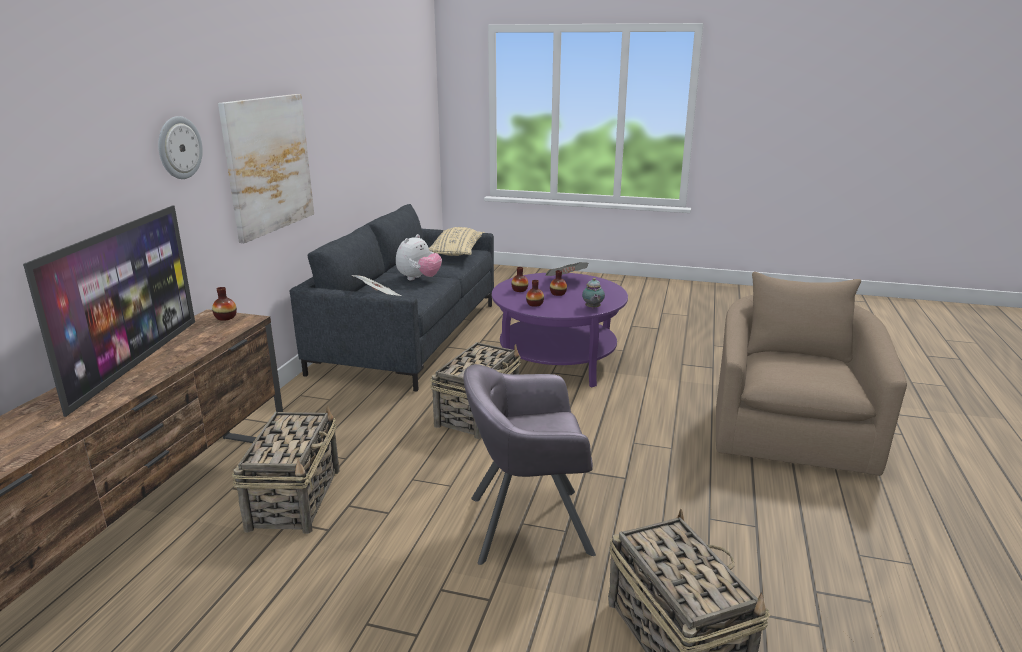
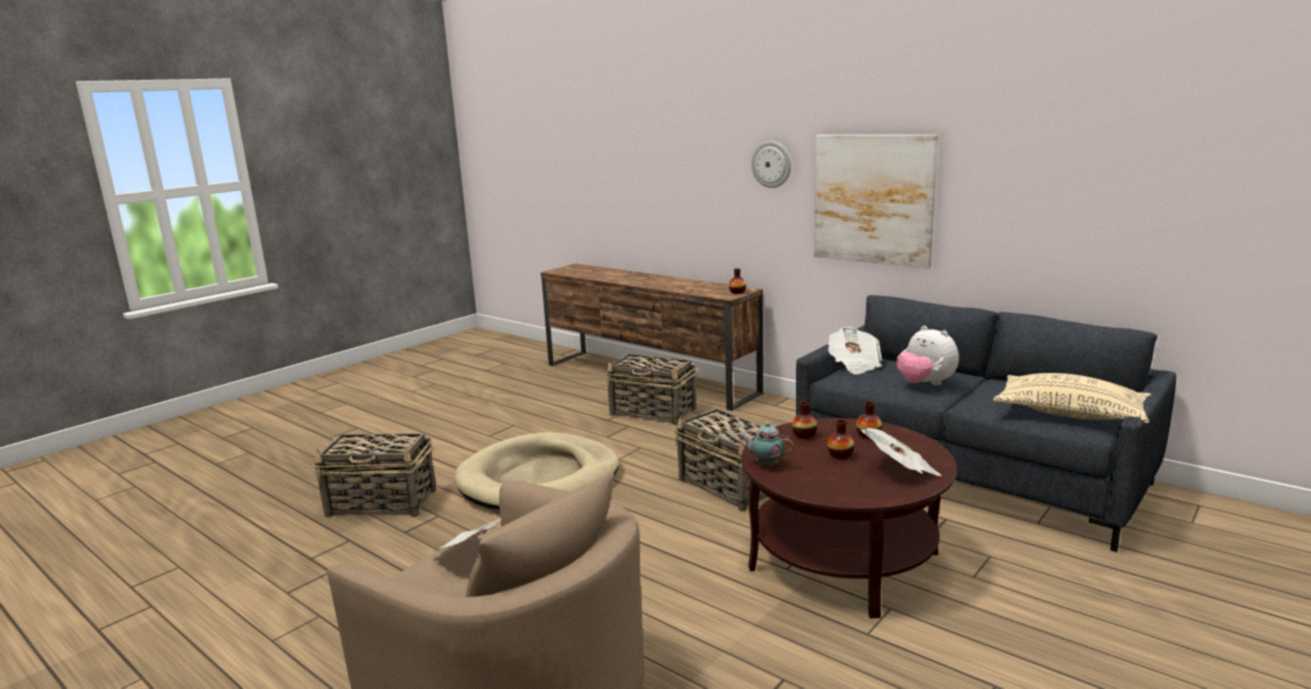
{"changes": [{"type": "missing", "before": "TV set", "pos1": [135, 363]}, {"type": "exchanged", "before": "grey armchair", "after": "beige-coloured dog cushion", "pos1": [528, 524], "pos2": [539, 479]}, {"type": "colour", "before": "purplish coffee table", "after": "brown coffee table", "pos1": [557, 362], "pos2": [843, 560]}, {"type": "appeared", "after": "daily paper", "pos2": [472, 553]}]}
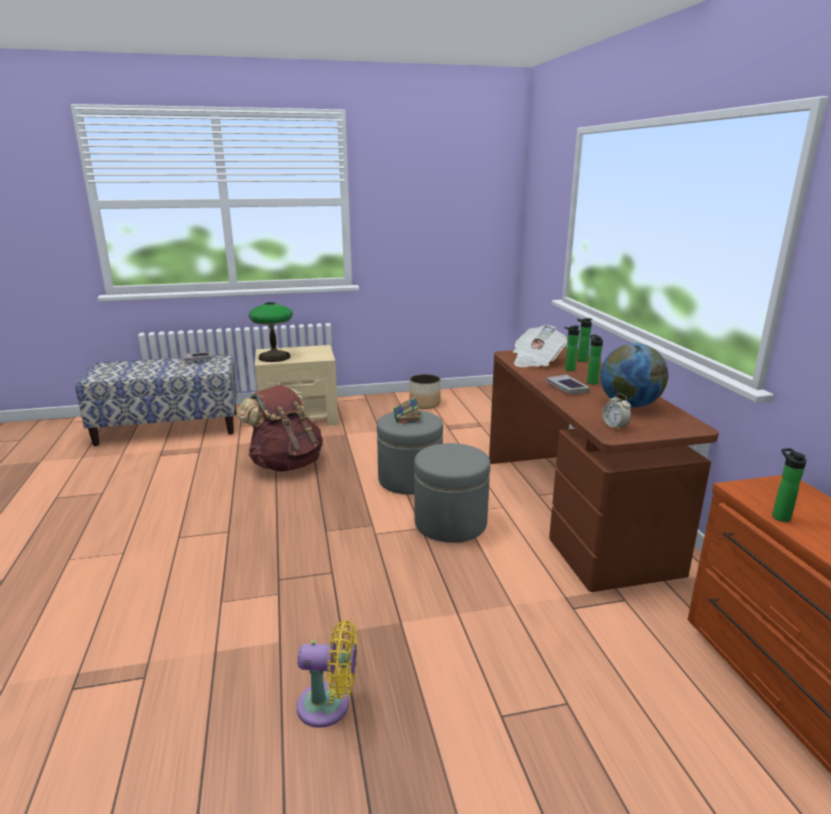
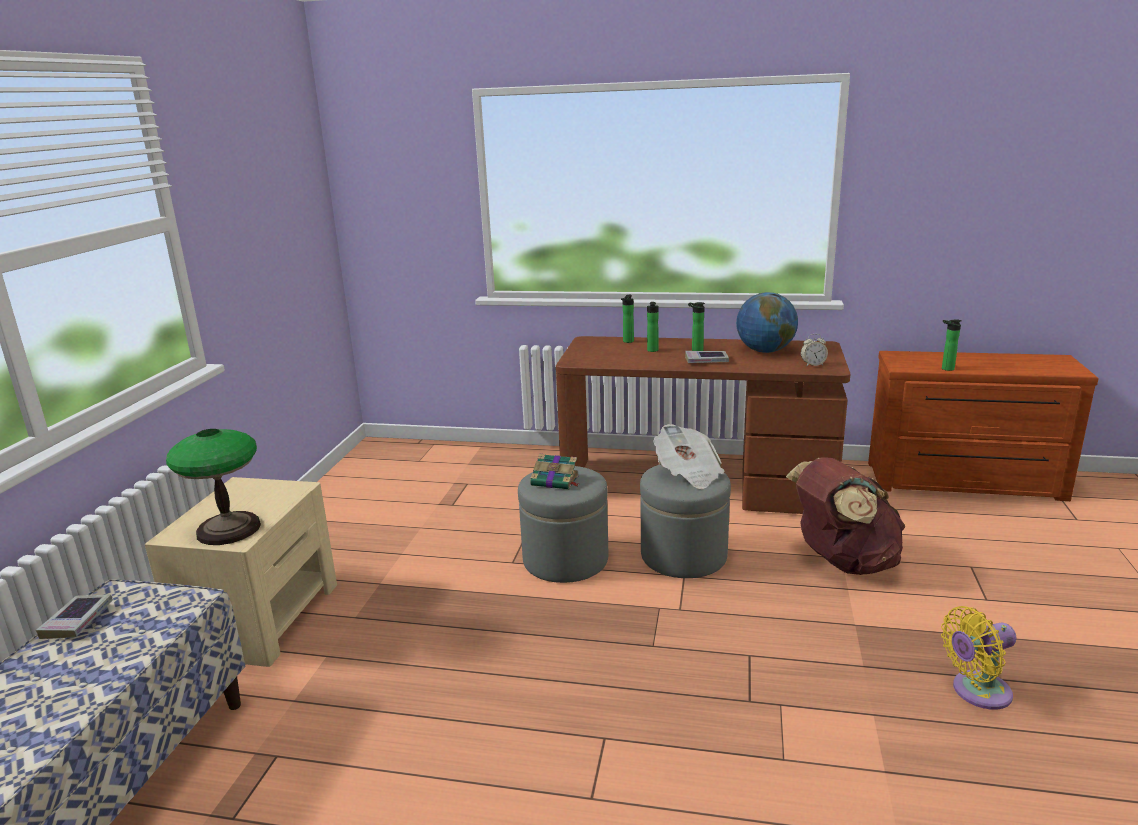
{"changes": [{"type": "relocated", "before": "brown rucksack", "pos1": [286, 464], "pos2": [842, 562]}, {"type": "spun", "before": "yellow cooling fan", "pos1": [329, 705], "pos2": [976, 692], "turn": -135}, {"type": "missing", "before": "planter", "pos1": [425, 404]}, {"type": "relocated", "before": "daily paper", "pos1": [536, 361], "pos2": [688, 473]}]}
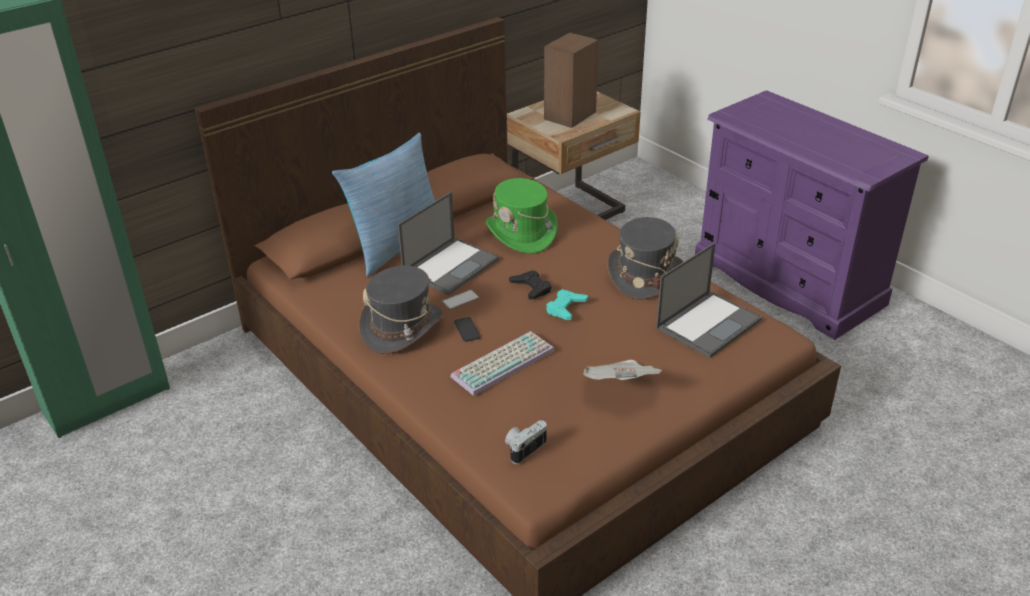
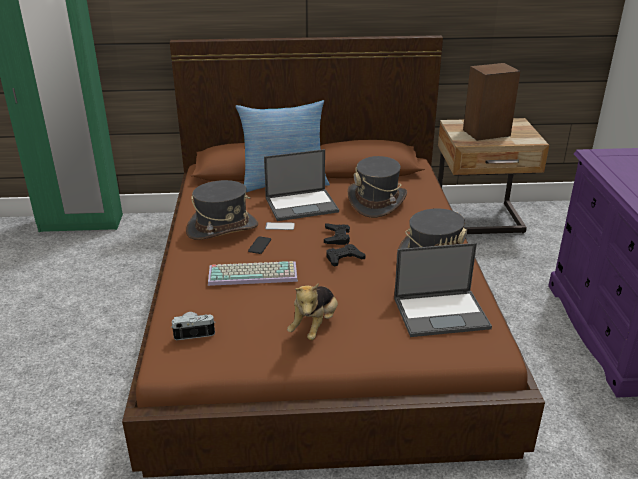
{"changes": [{"type": "colour", "before": "green wearable hat", "after": "grey wearable hat", "pos1": [521, 233], "pos2": [377, 202]}, {"type": "colour", "before": "turquoise joypad", "after": "black-coloured joypad", "pos1": [565, 308], "pos2": [344, 258]}, {"type": "exchanged", "before": "daily paper", "after": "cuddly toy", "pos1": [621, 387], "pos2": [315, 326]}]}
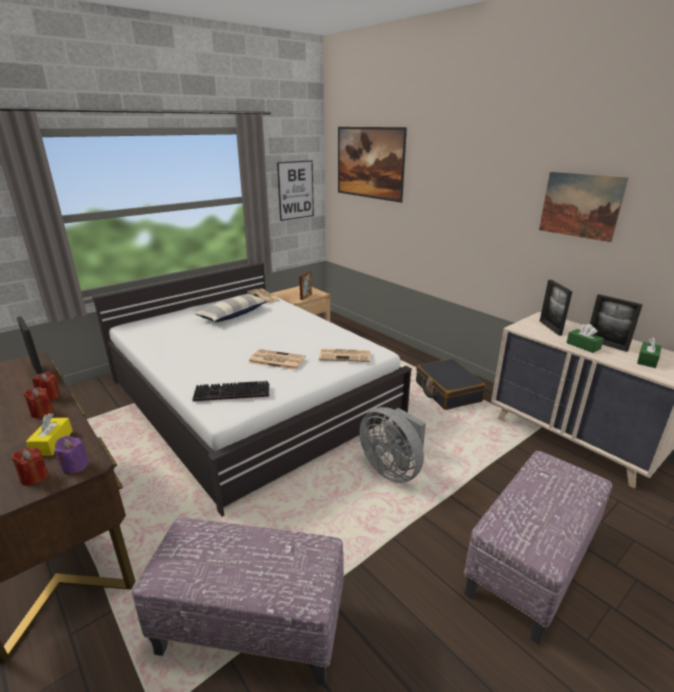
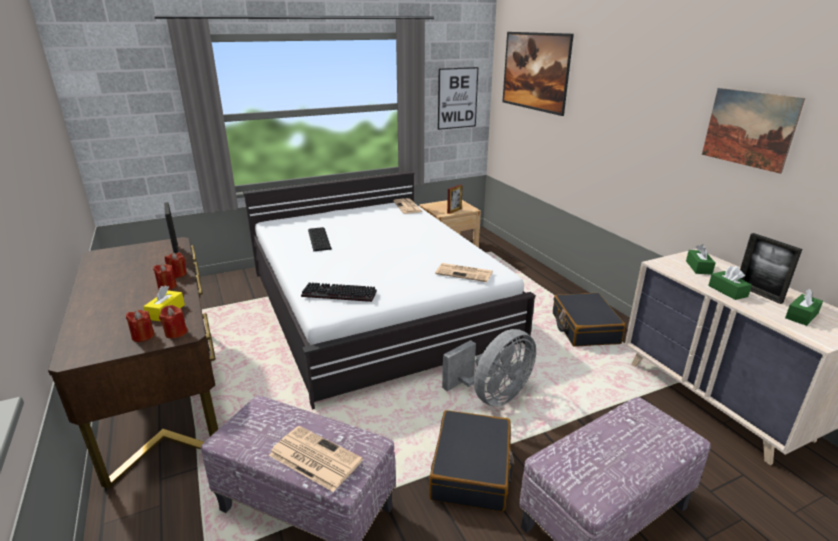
{"changes": [{"type": "colour", "before": "purplish wax light", "after": "reddish wax light", "pos1": [75, 466], "pos2": [176, 333]}, {"type": "missing", "before": "cushion", "pos1": [233, 314]}, {"type": "relocated", "before": "daily paper", "pos1": [276, 360], "pos2": [313, 458]}, {"type": "spun", "before": "grey cooling fan", "pos1": [392, 469], "pos2": [493, 396], "turn": -105}, {"type": "exchanged", "before": "photo frame", "after": "green tissue holder", "pos1": [550, 328], "pos2": [698, 267]}, {"type": "appeared", "after": "keyboard", "pos2": [320, 239]}, {"type": "appeared", "after": "black-coloured travel case", "pos2": [472, 470]}]}
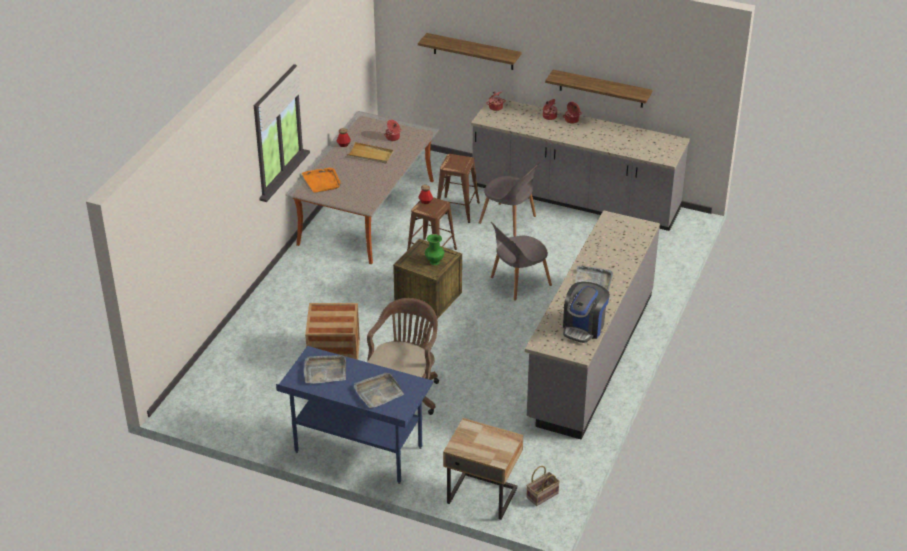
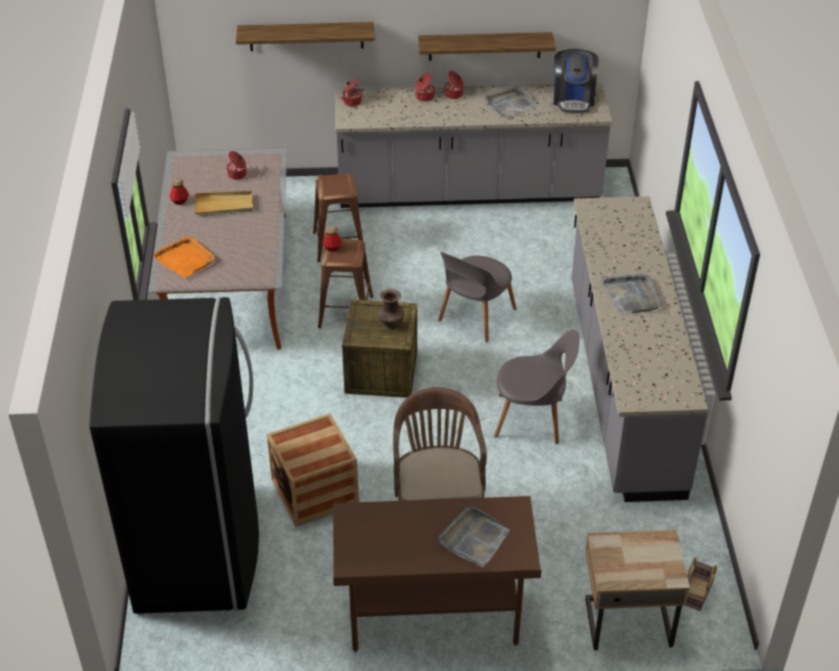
{"changes": [{"type": "colour", "before": "bluish desk table", "after": "brown desk table", "pos1": [358, 450], "pos2": [433, 617]}, {"type": "relocated", "before": "grey tray", "pos1": [325, 371], "pos2": [510, 104]}, {"type": "colour", "before": "green decorative vase", "after": "brown decorative vase", "pos1": [434, 262], "pos2": [391, 326]}, {"type": "relocated", "before": "grey upright chair", "pos1": [509, 221], "pos2": [532, 419]}, {"type": "relocated", "before": "coffee machine", "pos1": [584, 327], "pos2": [573, 99]}, {"type": "appeared", "after": "black-coloured kitchen fridge", "pos2": [198, 547]}]}
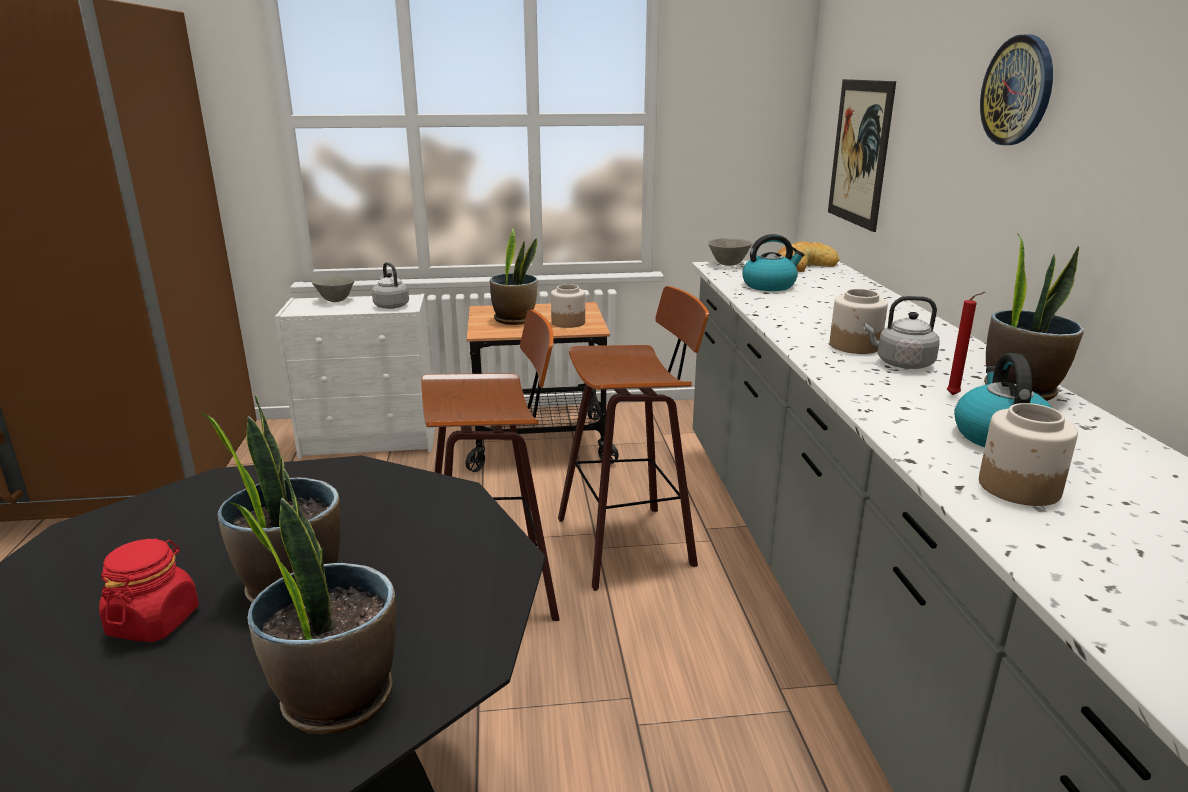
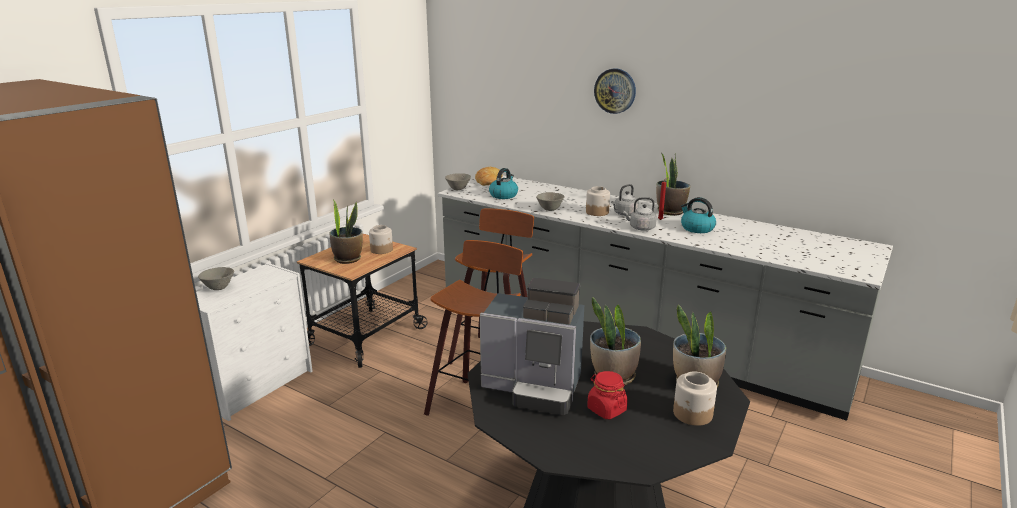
{"changes": [{"type": "relocated", "before": "grey water kettle", "pos1": [390, 306], "pos2": [640, 228]}, {"type": "missing", "before": "wall picture", "pos1": [860, 153]}, {"type": "relocated", "before": "preserve jar", "pos1": [1018, 488], "pos2": [692, 414]}, {"type": "appeared", "after": "coffee machine", "pos2": [534, 387]}, {"type": "appeared", "after": "grey deep dish", "pos2": [549, 210]}]}
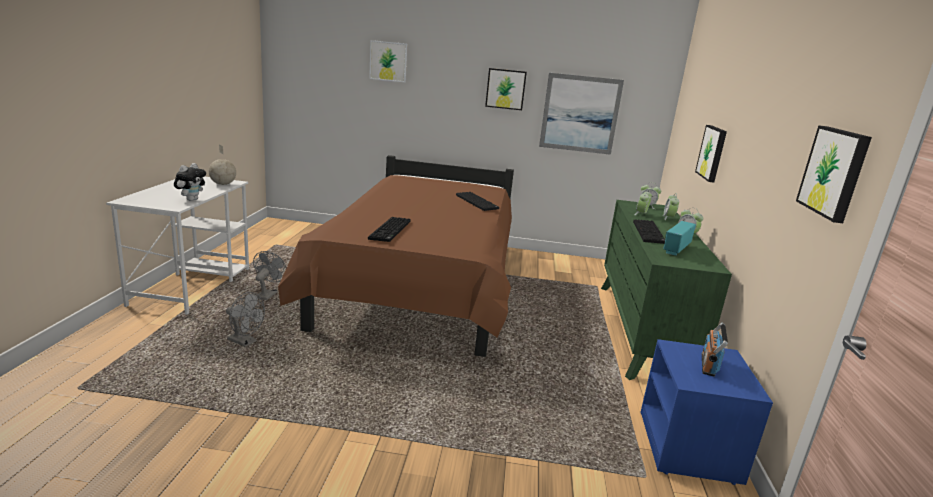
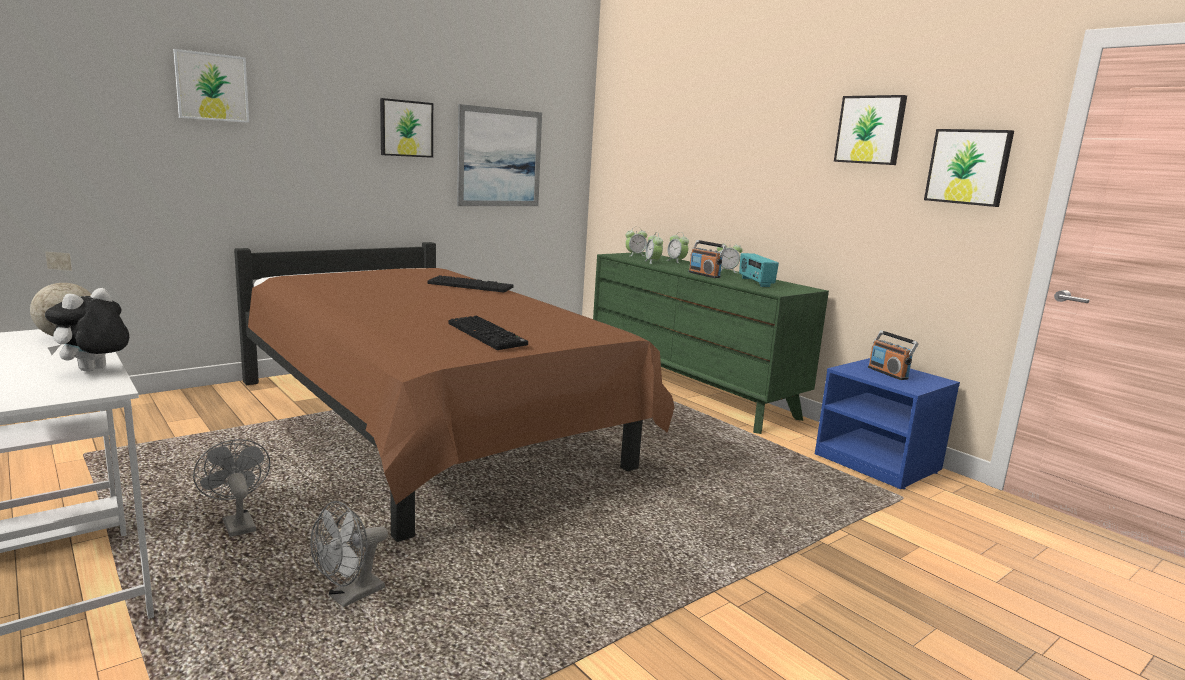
{"changes": [{"type": "spun", "before": "cuddly toy", "pos1": [191, 199], "pos2": [94, 371], "turn": -135}, {"type": "spun", "before": "grey cooling fan", "pos1": [245, 342], "pos2": [349, 597], "turn": 150}, {"type": "exchanged", "before": "keyboard", "after": "radio receiver", "pos1": [649, 233], "pos2": [704, 275]}, {"type": "relocated", "before": "wall picture", "pos1": [712, 153], "pos2": [870, 130]}]}
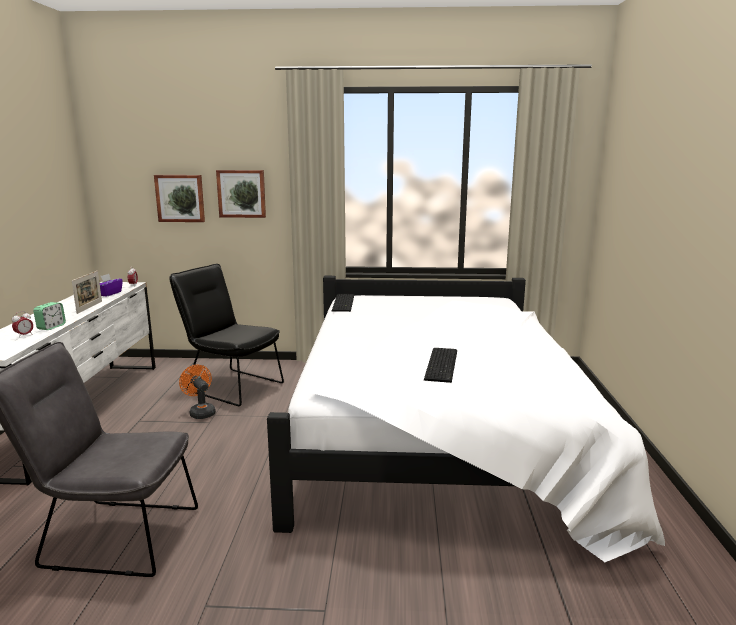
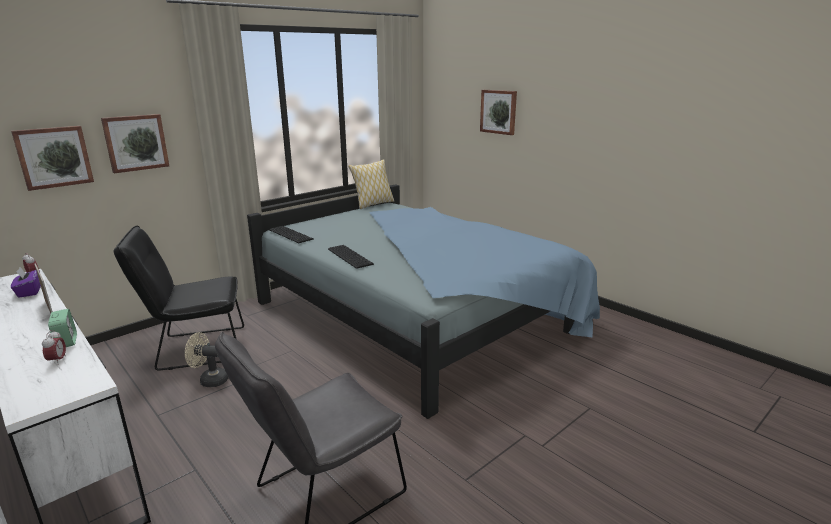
{"changes": [{"type": "colour", "before": "orange-coloured cooling fan", "after": "beige-coloured cooling fan", "pos1": [200, 412], "pos2": [209, 380]}, {"type": "colour", "before": "white-coloured bed", "after": "bluish bed", "pos1": [439, 436], "pos2": [420, 315]}, {"type": "relocated", "before": "keyboard", "pos1": [443, 364], "pos2": [350, 256]}, {"type": "appeared", "after": "cushion", "pos2": [373, 204]}, {"type": "appeared", "after": "wall picture", "pos2": [498, 111]}]}
